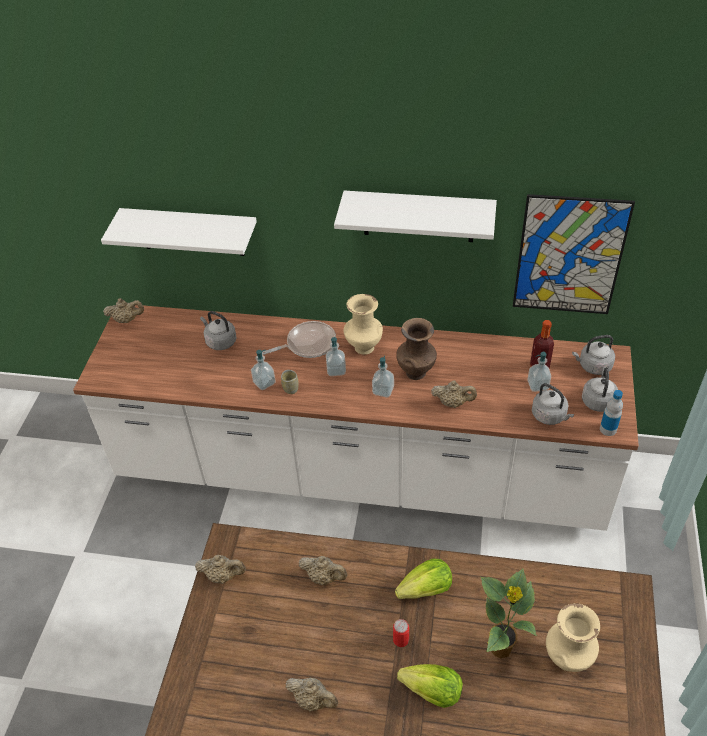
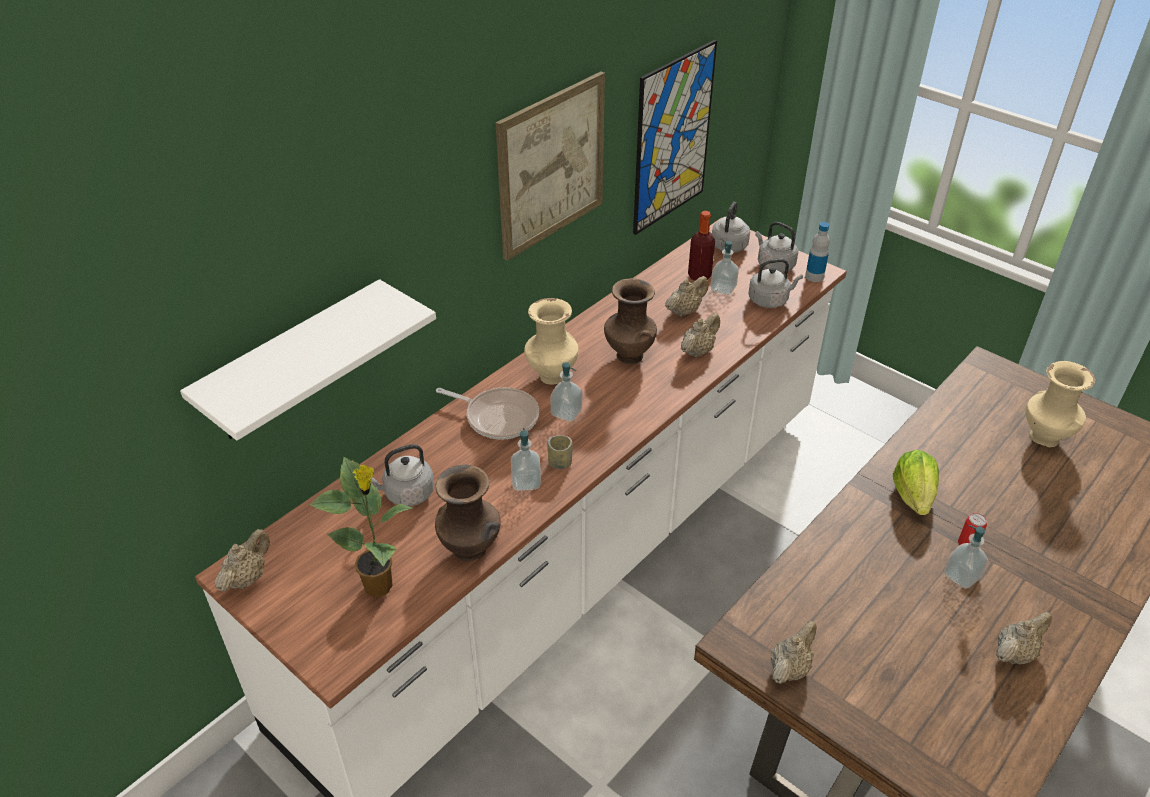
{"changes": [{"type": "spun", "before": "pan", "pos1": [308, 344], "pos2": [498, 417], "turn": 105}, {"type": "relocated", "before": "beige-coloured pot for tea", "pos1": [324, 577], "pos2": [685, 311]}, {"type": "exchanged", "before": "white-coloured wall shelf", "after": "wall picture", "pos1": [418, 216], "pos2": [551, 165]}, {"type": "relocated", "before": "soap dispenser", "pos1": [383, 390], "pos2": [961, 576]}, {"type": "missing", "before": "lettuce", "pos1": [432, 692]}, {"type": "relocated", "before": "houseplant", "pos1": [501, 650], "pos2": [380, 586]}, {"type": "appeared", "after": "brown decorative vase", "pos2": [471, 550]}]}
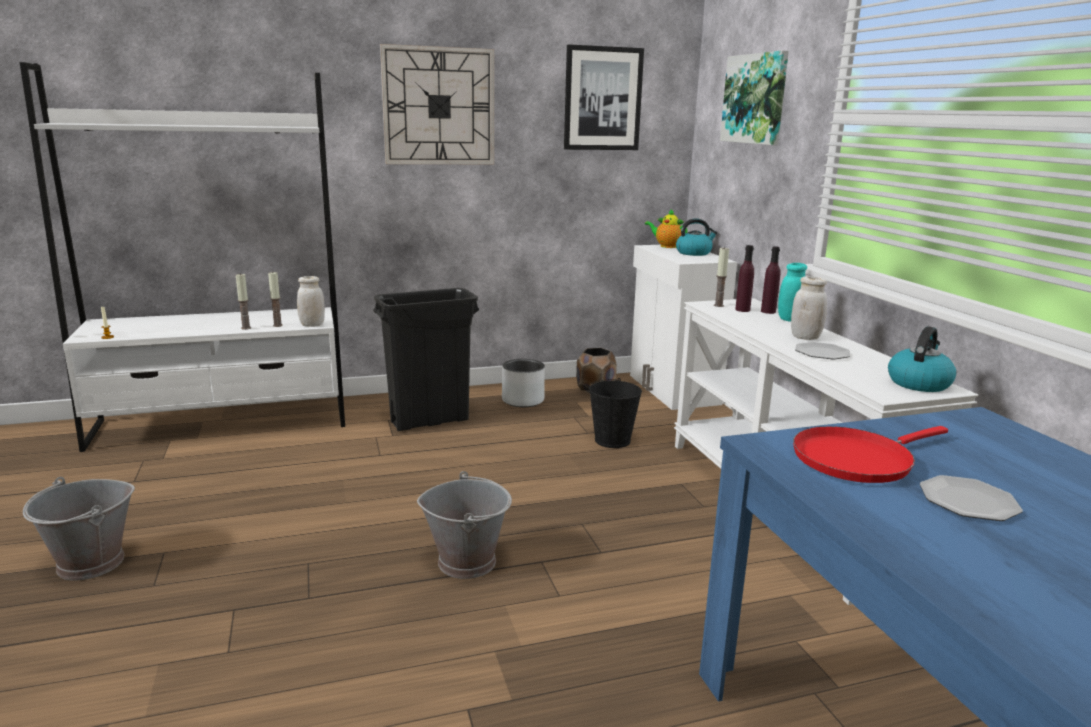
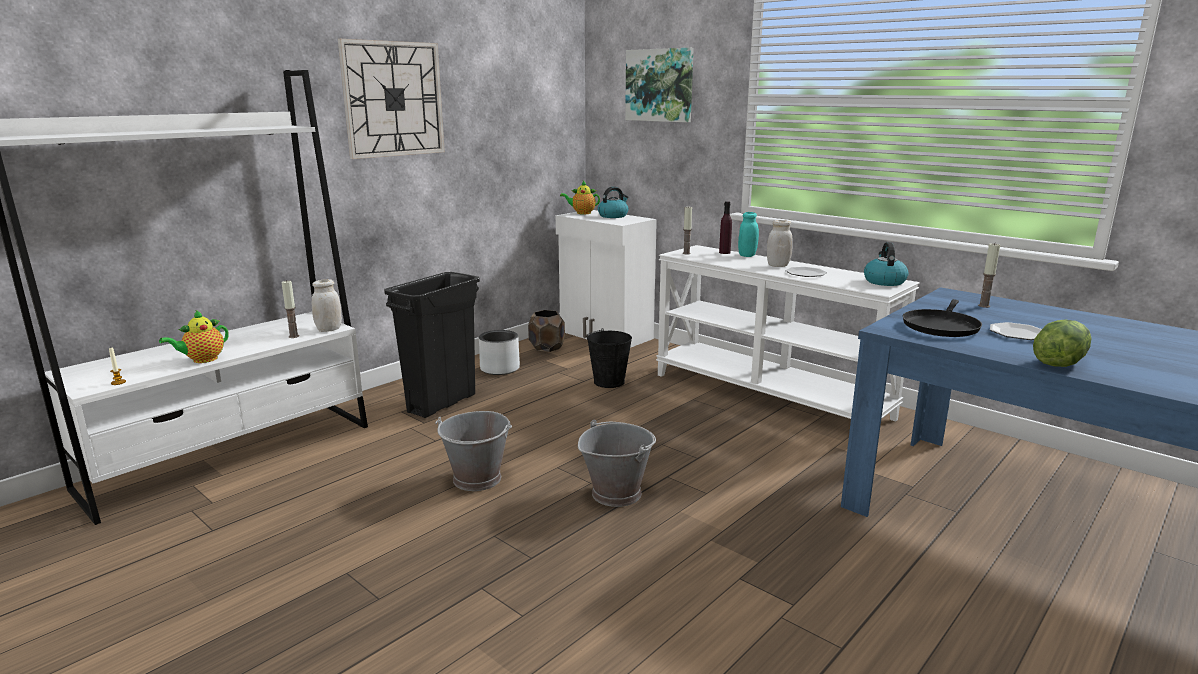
{"changes": [{"type": "relocated", "before": "grey water bucket", "pos1": [90, 563], "pos2": [478, 479]}, {"type": "relocated", "before": "wax light", "pos1": [246, 328], "pos2": [983, 306]}, {"type": "missing", "before": "wall picture", "pos1": [602, 99]}, {"type": "missing", "before": "purplish drink bottle", "pos1": [742, 310]}, {"type": "colour", "before": "reddish pan", "after": "black-coloured pan", "pos1": [857, 459], "pos2": [941, 326]}, {"type": "appeared", "after": "pot for tea", "pos2": [202, 360]}, {"type": "appeared", "after": "lettuce", "pos2": [1058, 363]}]}
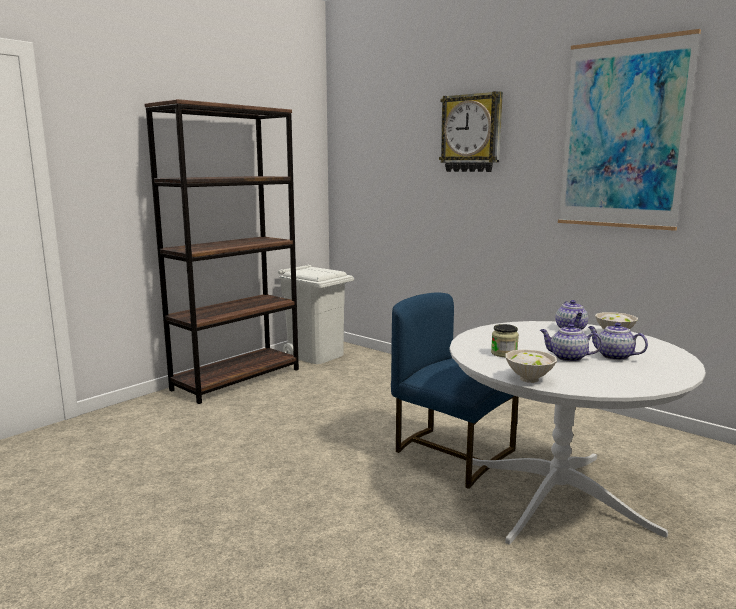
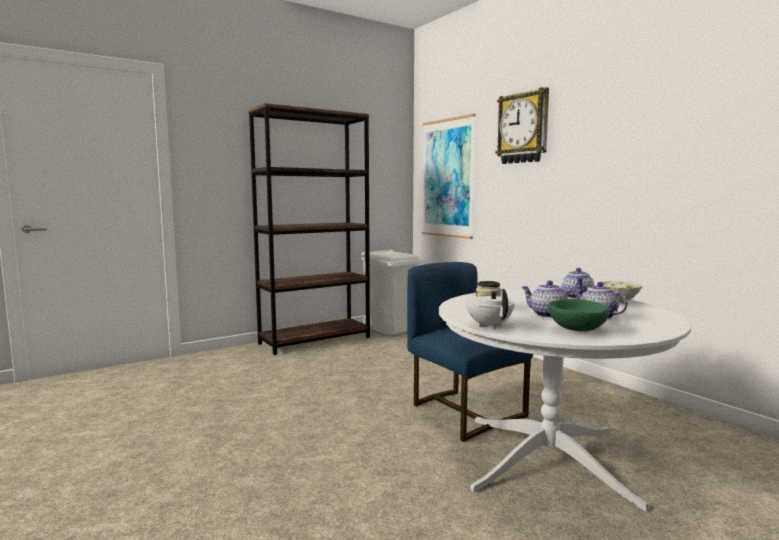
{"changes": [{"type": "exchanged", "before": "white-coloured deep dish", "after": "white-coloured pot for tea", "pos1": [529, 378], "pos2": [489, 325]}, {"type": "relocated", "before": "wall picture", "pos1": [623, 135], "pos2": [447, 178]}, {"type": "appeared", "after": "green deep dish", "pos2": [576, 329]}]}
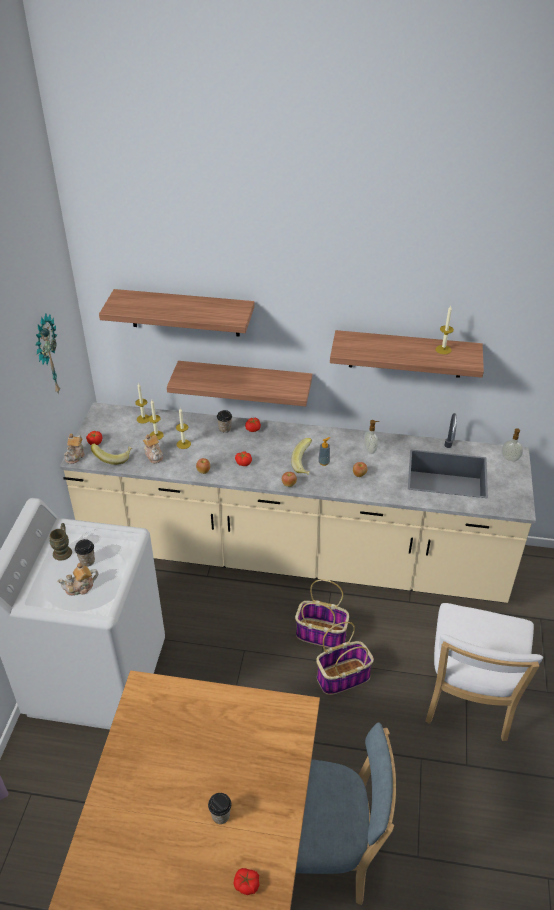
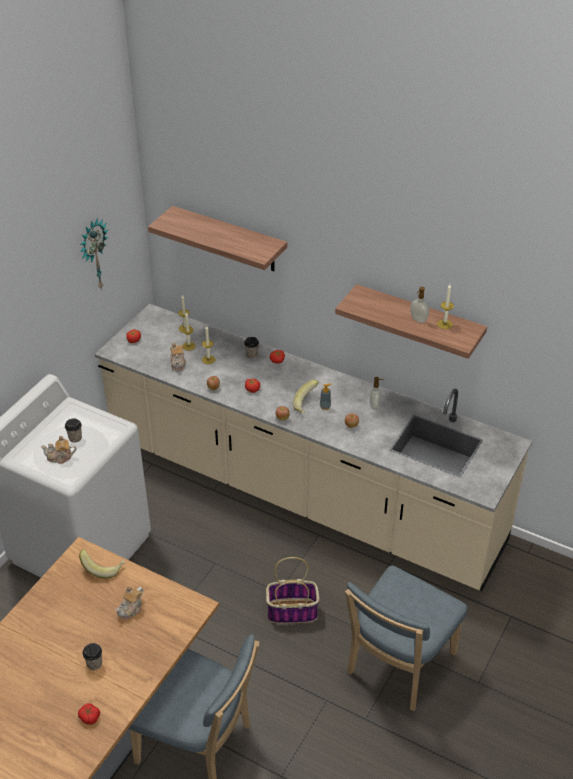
{"changes": [{"type": "missing", "before": "brown mug", "pos1": [63, 550]}, {"type": "relocated", "before": "pot for tea", "pos1": [75, 455], "pos2": [131, 609]}, {"type": "relocated", "before": "whole banana", "pos1": [113, 458], "pos2": [103, 568]}, {"type": "missing", "before": "wall shelf", "pos1": [245, 383]}, {"type": "missing", "before": "basket", "pos1": [322, 634]}, {"type": "colour", "before": "white-coloured upright chair", "after": "bluish upright chair", "pos1": [468, 700], "pos2": [398, 666]}, {"type": "relocated", "before": "soap dispenser", "pos1": [510, 459], "pos2": [418, 320]}]}
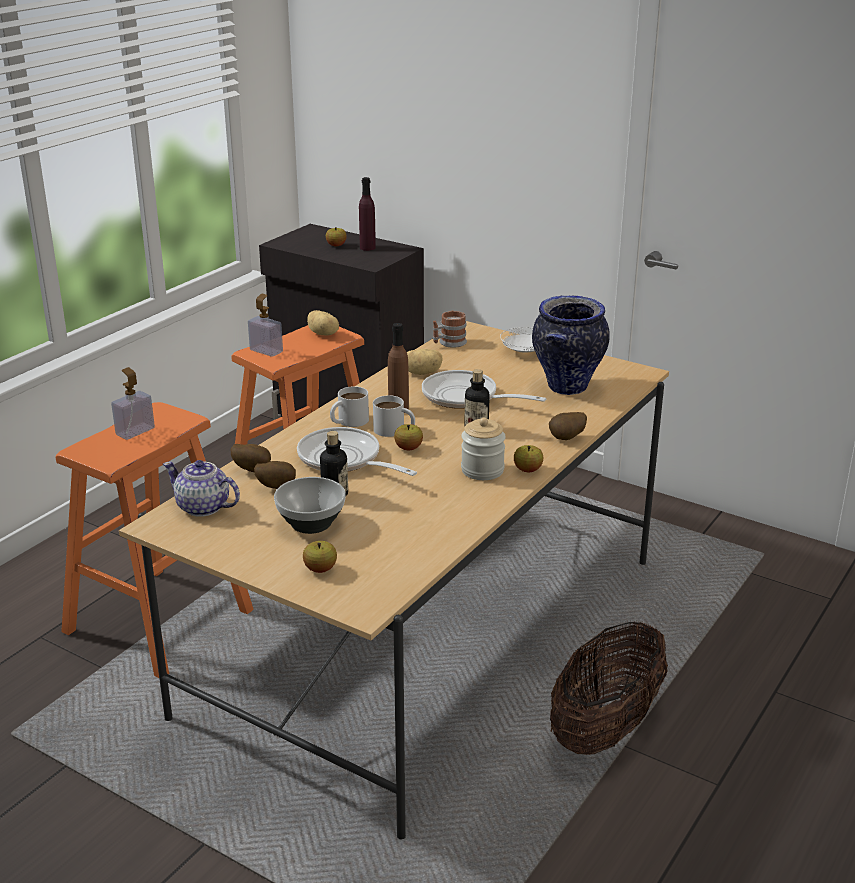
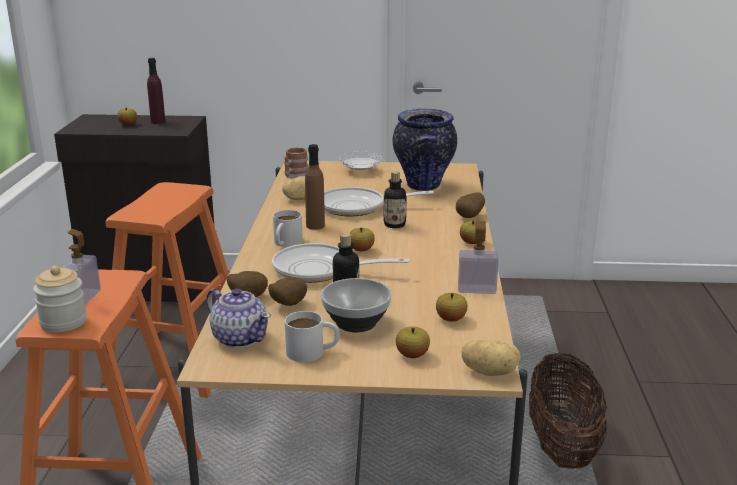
{"changes": [{"type": "spun", "before": "pot for tea", "pos1": [203, 507], "pos2": [240, 338], "turn": -135}, {"type": "relocated", "before": "soap dispenser", "pos1": [266, 351], "pos2": [476, 289]}, {"type": "relocated", "before": "spud", "pos1": [323, 333], "pos2": [490, 372]}, {"type": "relocated", "before": "white-coloured mug", "pos1": [394, 430], "pos2": [312, 352]}, {"type": "relocated", "before": "preserve jar", "pos1": [482, 470], "pos2": [63, 322]}, {"type": "appeared", "after": "apple", "pos2": [451, 319]}]}
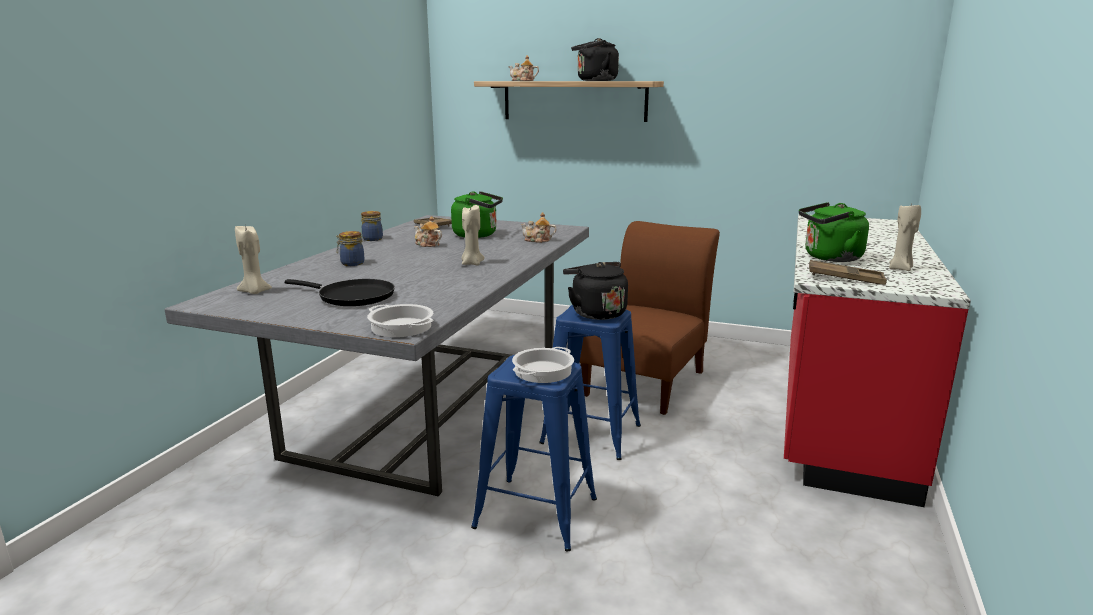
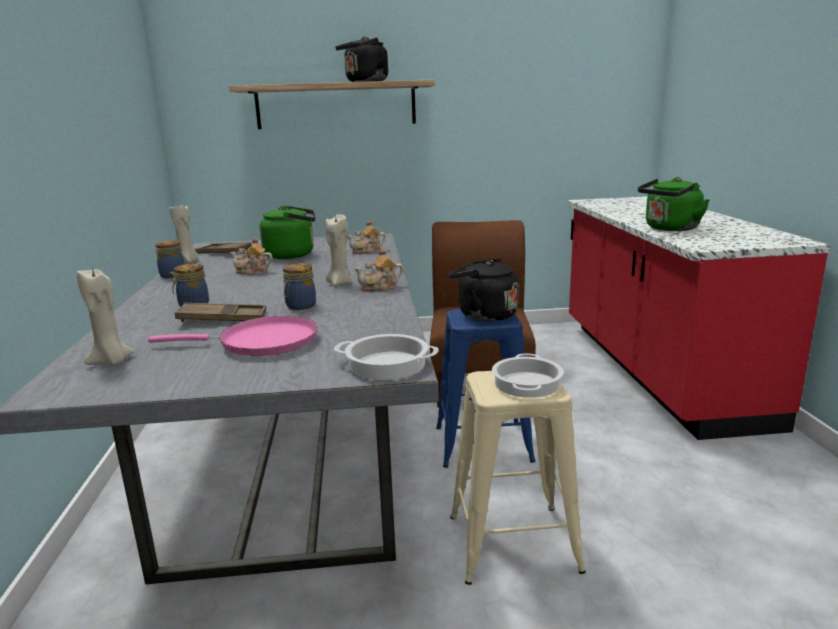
{"changes": [{"type": "colour", "before": "black-coloured pan", "after": "pinkish pan", "pos1": [352, 297], "pos2": [261, 342]}, {"type": "colour", "before": "bluish stool seat", "after": "beige-coloured stool seat", "pos1": [536, 513], "pos2": [513, 543]}, {"type": "relocated", "before": "pot for tea", "pos1": [523, 80], "pos2": [380, 287]}, {"type": "relocated", "before": "brown tray", "pos1": [845, 278], "pos2": [222, 319]}, {"type": "relocated", "before": "beige-coloured wax light", "pos1": [901, 269], "pos2": [188, 262]}, {"type": "appeared", "after": "preserve jar", "pos2": [300, 306]}]}
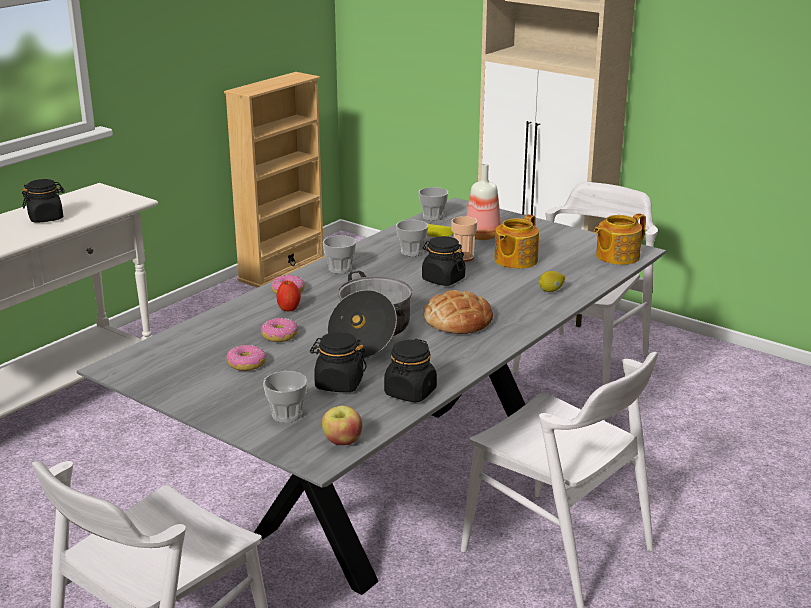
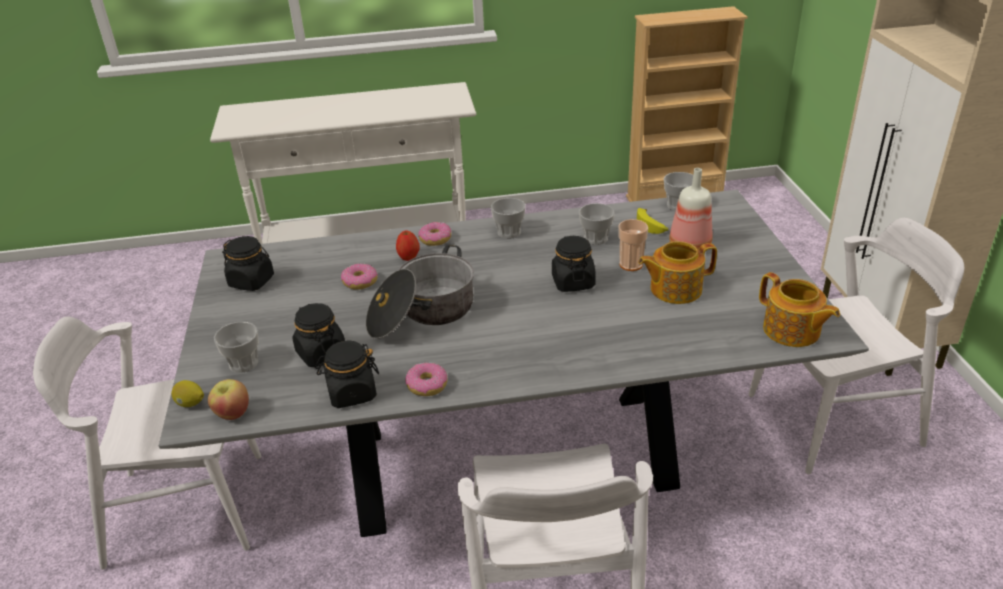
{"changes": [{"type": "relocated", "before": "black-coloured preserve jar", "pos1": [46, 218], "pos2": [252, 281]}, {"type": "relocated", "before": "doughnut", "pos1": [246, 364], "pos2": [427, 385]}, {"type": "missing", "before": "bread", "pos1": [457, 320]}, {"type": "relocated", "before": "whole lemon", "pos1": [551, 290], "pos2": [190, 404]}, {"type": "spun", "before": "pot for tea", "pos1": [616, 256], "pos2": [792, 331], "turn": -135}]}
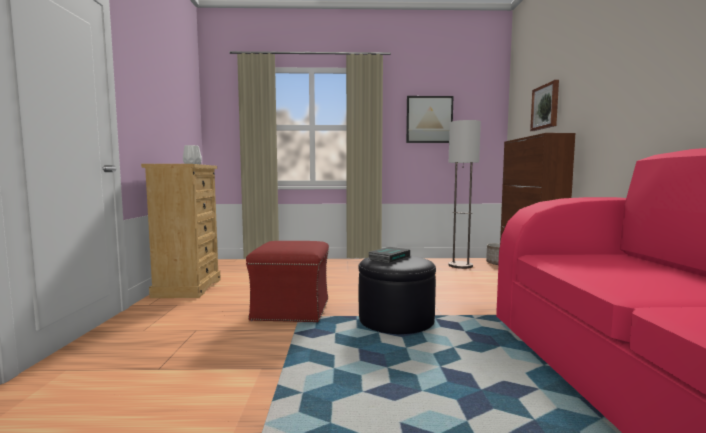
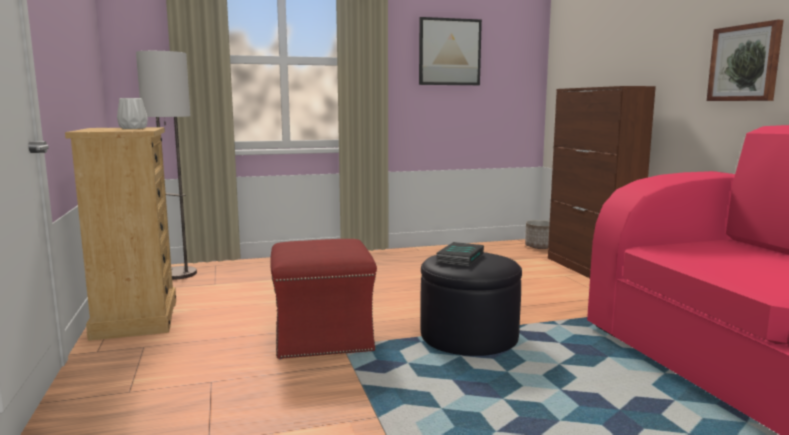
{"changes": [{"type": "relocated", "before": "standing lamp", "pos1": [460, 265], "pos2": [178, 274]}, {"type": "relocated", "before": "wall picture", "pos1": [545, 107], "pos2": [745, 63]}]}
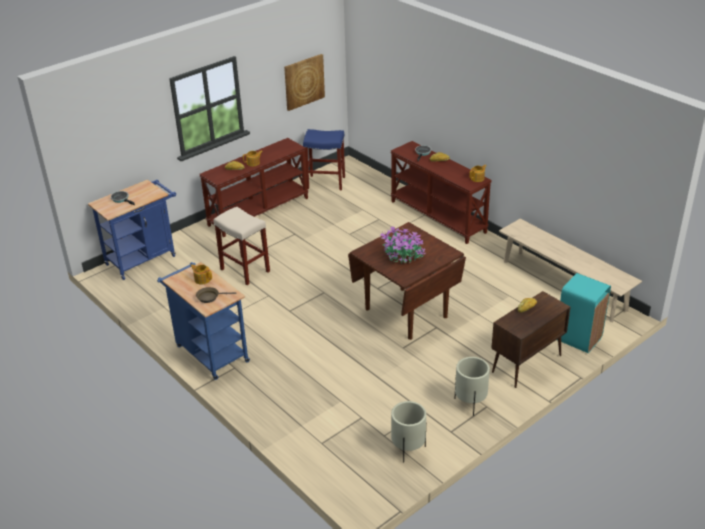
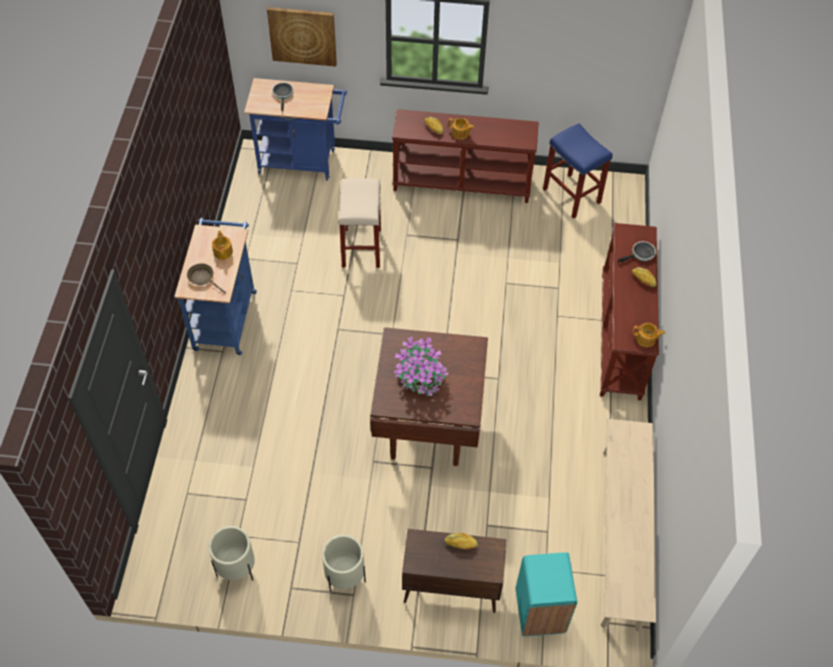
{"changes": [{"type": "relocated", "before": "wall picture", "pos1": [304, 81], "pos2": [302, 36]}]}
